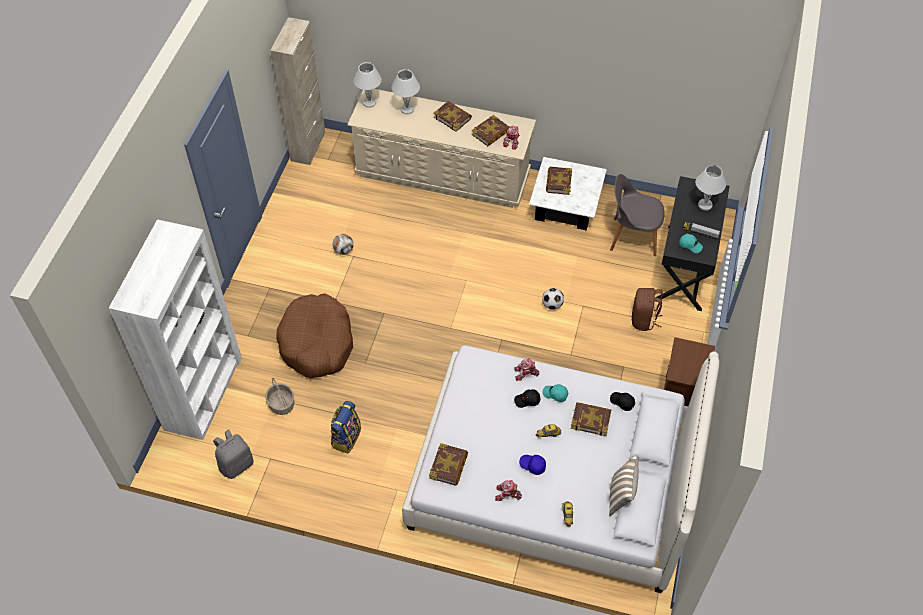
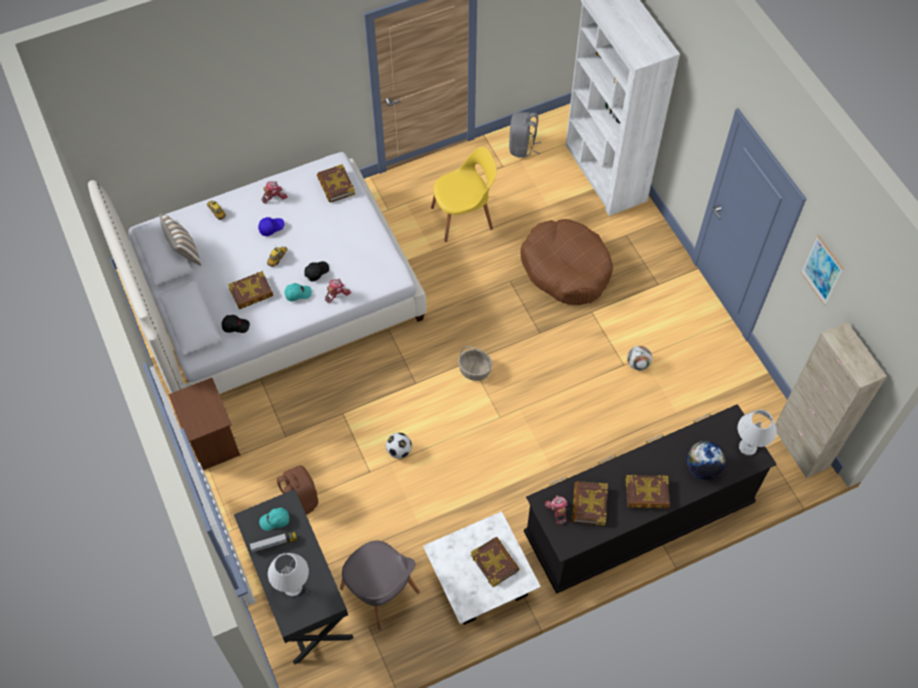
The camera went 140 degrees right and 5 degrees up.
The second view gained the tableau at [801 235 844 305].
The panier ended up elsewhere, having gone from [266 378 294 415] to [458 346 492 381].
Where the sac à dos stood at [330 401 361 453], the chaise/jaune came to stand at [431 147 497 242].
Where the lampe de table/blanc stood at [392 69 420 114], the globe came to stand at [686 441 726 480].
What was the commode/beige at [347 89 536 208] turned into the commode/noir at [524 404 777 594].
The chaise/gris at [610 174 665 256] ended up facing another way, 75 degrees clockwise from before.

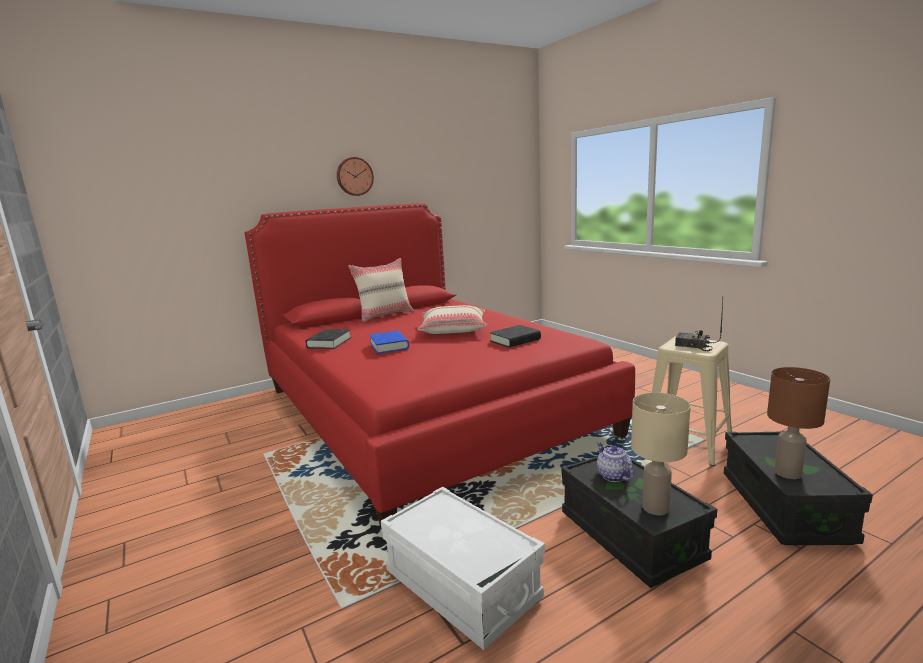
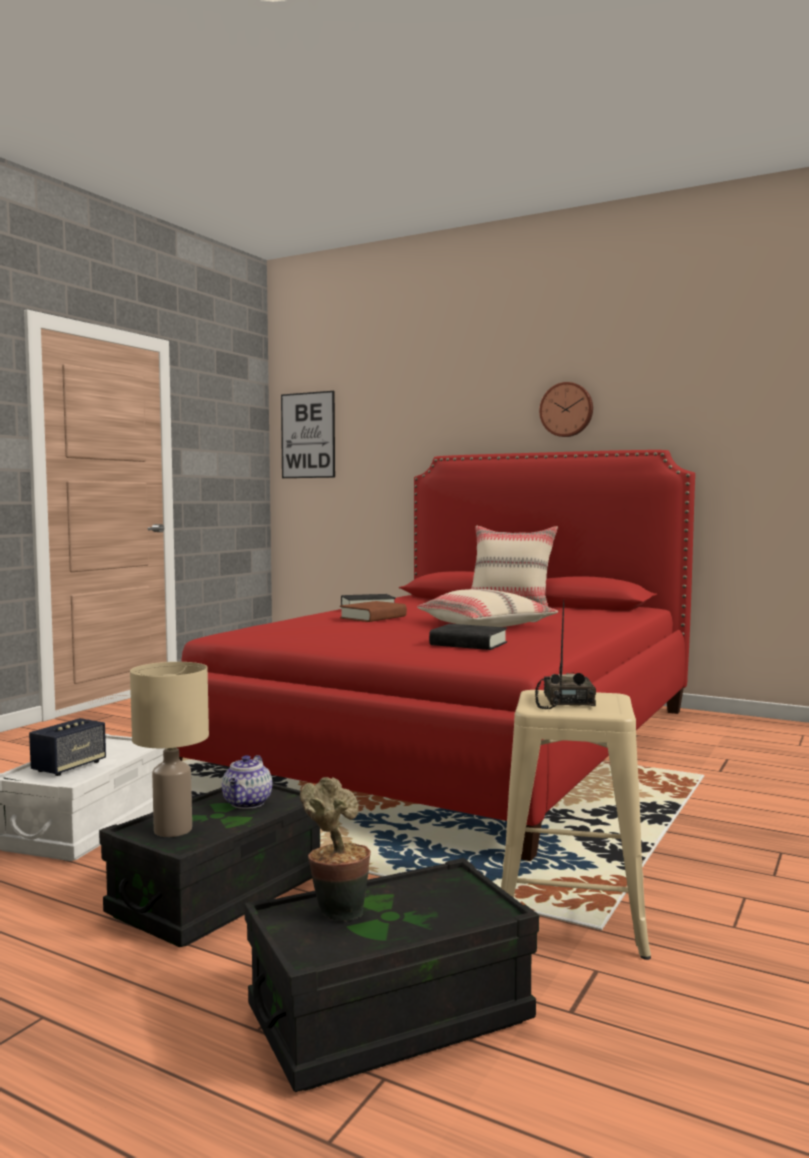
The camera went 60 degrees right and 10 degrees down.
The second view gained the enceinte at [29 718 106 776].
The second view gained the tableau at [281 391 335 478].
Where the lampe de table/marron stood at [767 367 830 479], the plante en pot came to stand at [300 777 371 922].
What was the livre/bleu at [369 331 409 354] turned into the livre/marron at [340 601 407 622].
The théière at [597 443 634 482] ended up facing another way, 150 degrees clockwise from before.

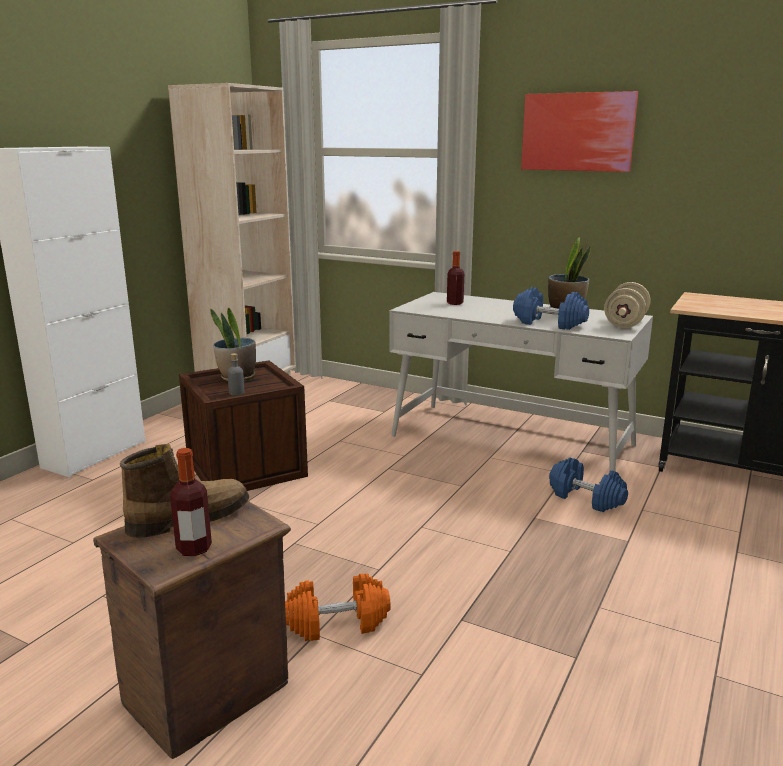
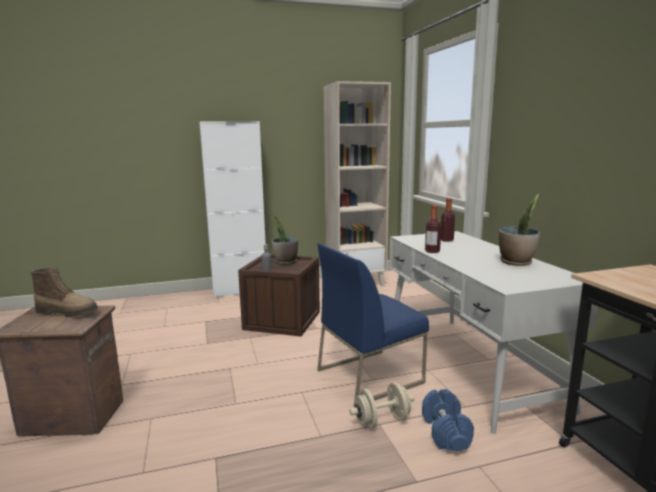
The camera went 45 degrees right and 5 degrees down.
The second view lost the haltère/orange at [285 574 391 641].
The second view lost the haltère/bleu at [513 287 589 330].
The second view lost the tableau at [521 91 638 172].
The second view gained the chaise/bleu at [317 243 429 405].
The bouteille ended up elsewhere, having gone from [170 448 212 556] to [425 205 441 253].
The haltère/beige ended up elsewhere, having gone from [604 282 651 328] to [349 382 415 429].

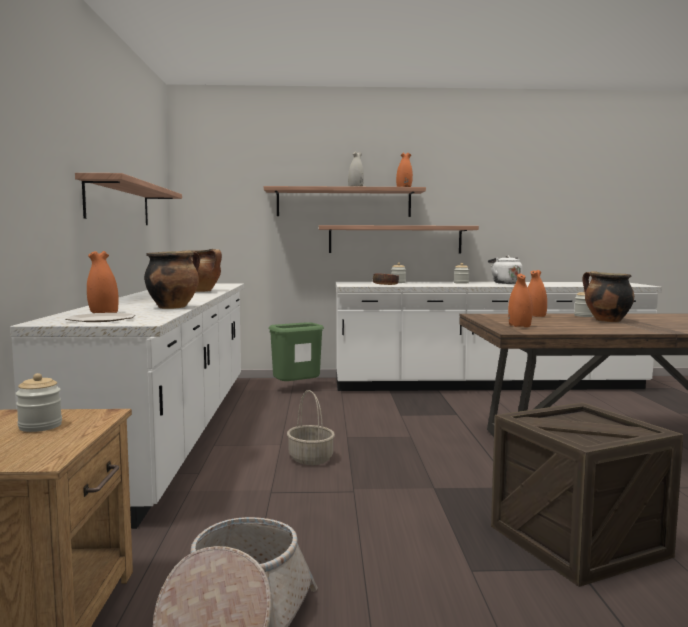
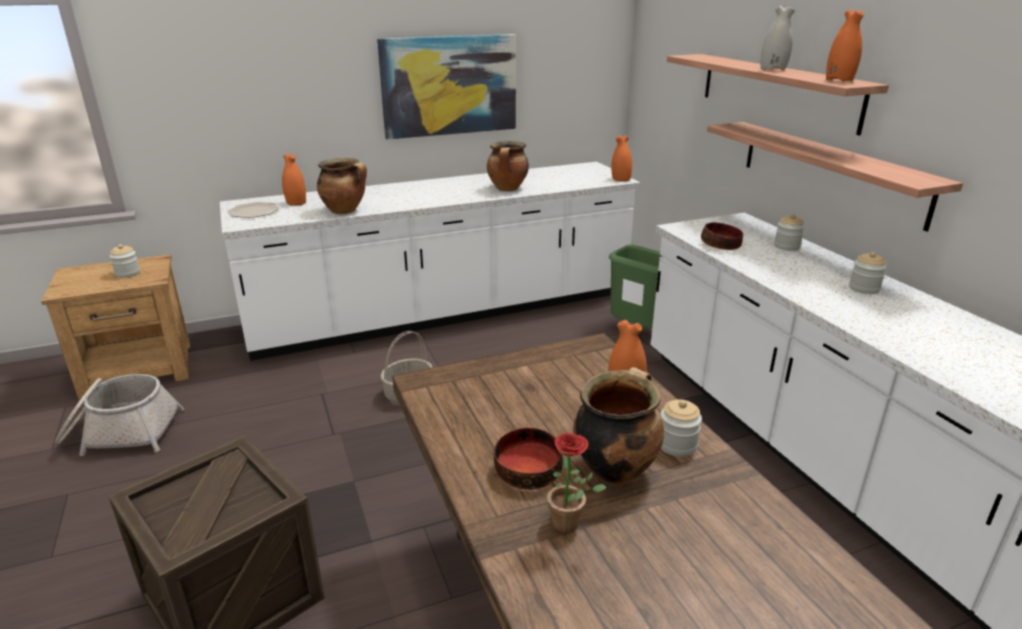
The camera went 70 degrees right and 20 degrees up.
The second view lost the bouilloire/blanc at [488 256 522 284].
The second view gained the bol at [494 428 563 490].
The second view gained the plante en pot at [545 433 606 533].
The vase/orange ended up elsewhere, having gone from [508 274 533 327] to [611 135 632 182].
Where the étagère hung at [75 173 182 225], the tableau came to hang at [377 34 516 139].

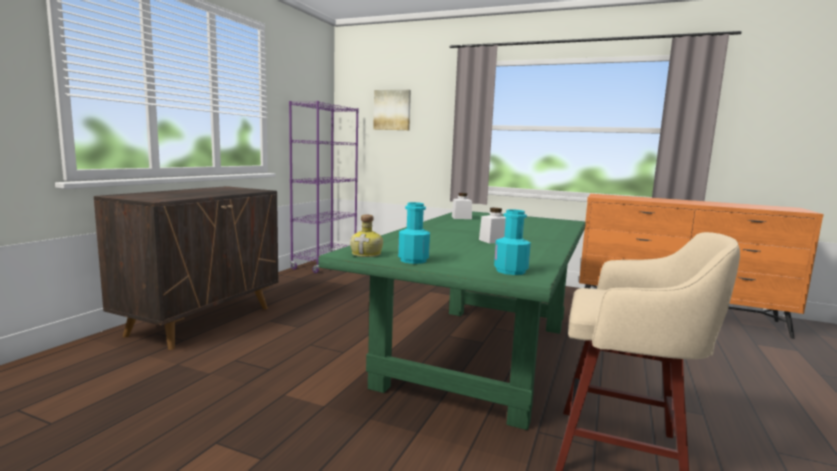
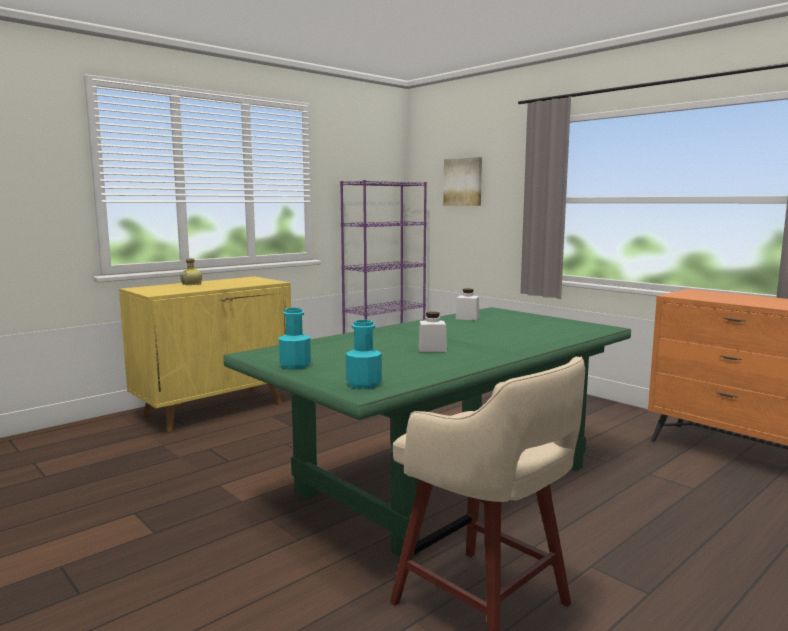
The camera went 25 degrees right and 0 degrees up.
The bouteille ended up elsewhere, having gone from [350 215 383 257] to [180 258 202 285].
What was the meuble de rangement/marron at [94 186 278 350] turned into the meuble de rangement/jaune at [119 276 291 432].

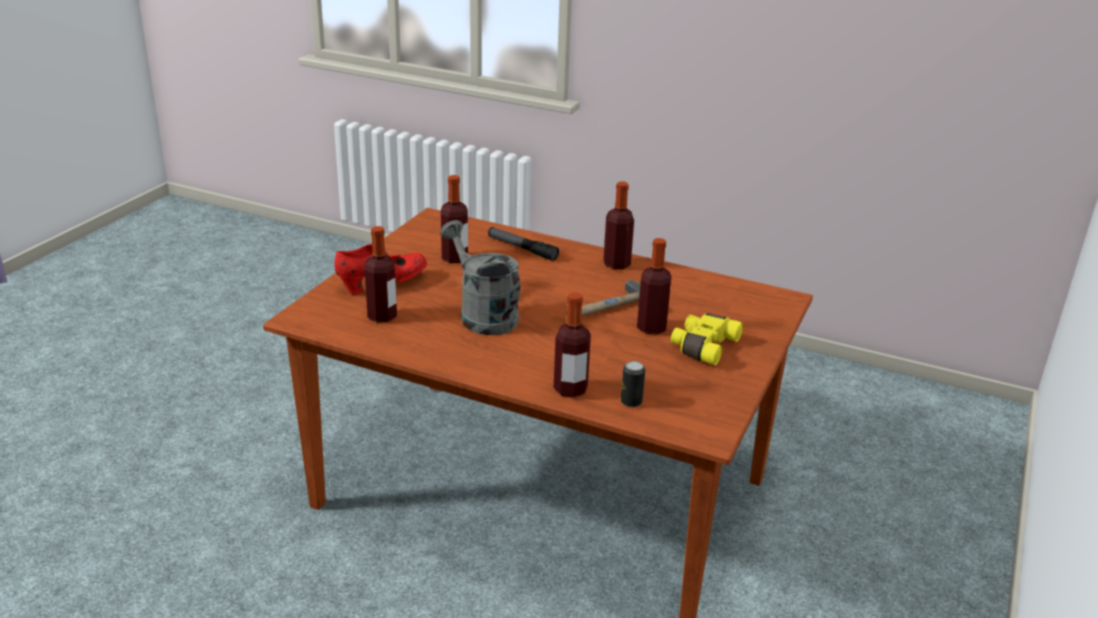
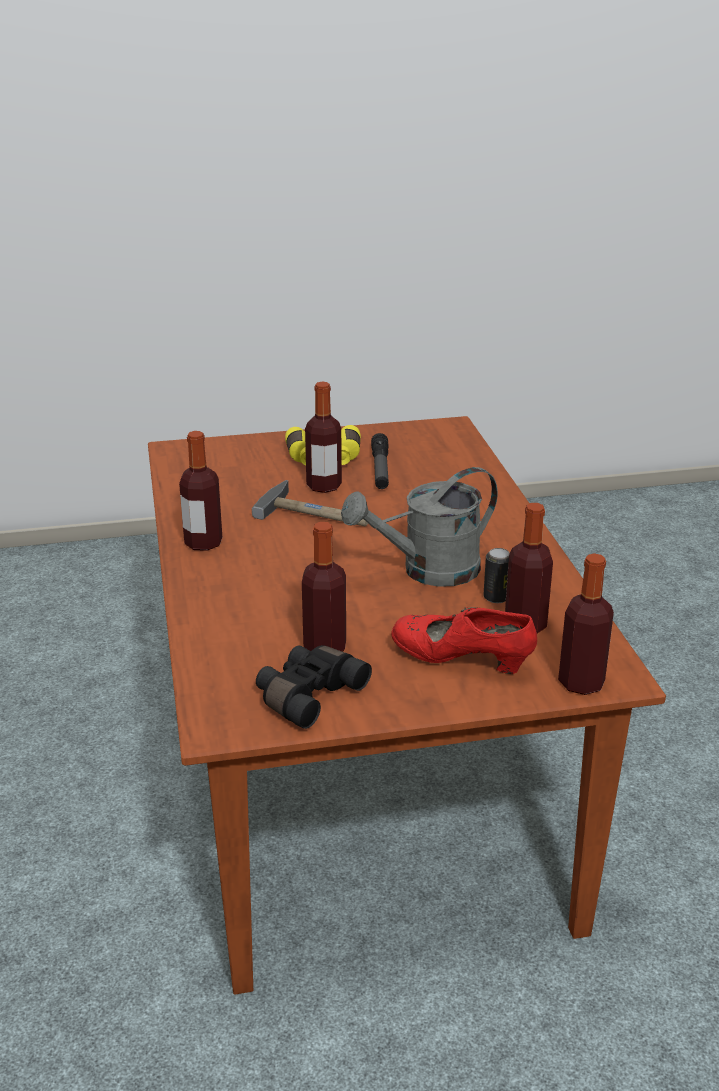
The camera went 125 degrees left and 0 degrees up.
The second view gained the jumelles/noir at [256 645 372 729].
The lampe de poche ended up elsewhere, having gone from [488 227 559 261] to [371 433 389 489].
The bouteille ended up elsewhere, having gone from [554 292 591 398] to [558 553 614 695].
The boîte métallique ended up elsewhere, having gone from [621 361 645 407] to [483 548 509 603].
The arrosoir/gris at [440 220 520 335] ended up facing another way, 45 degrees clockwise from before.

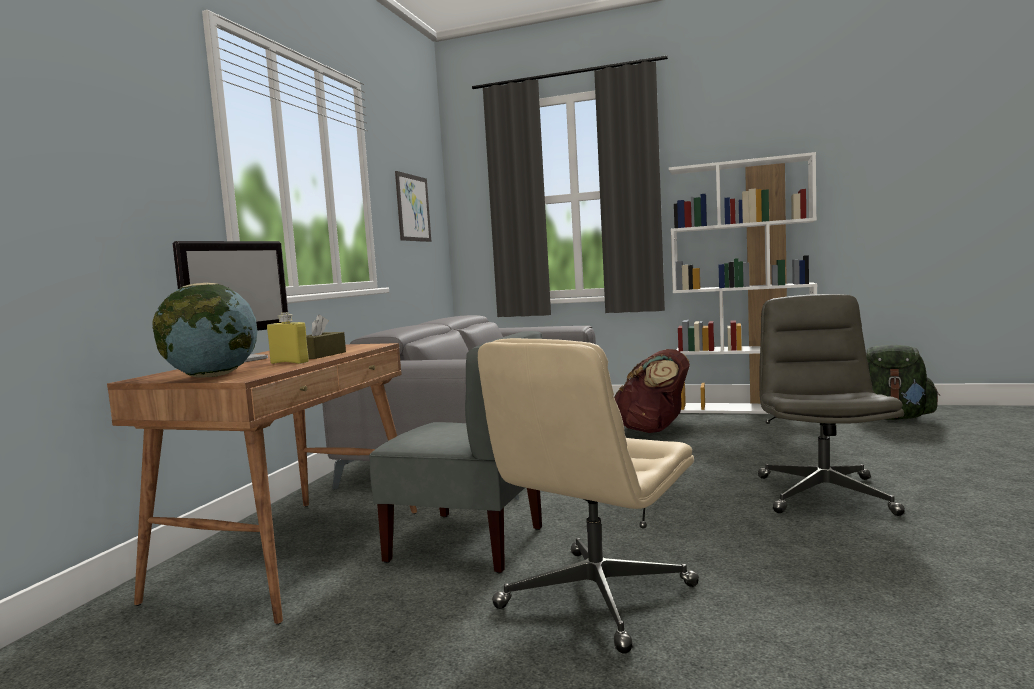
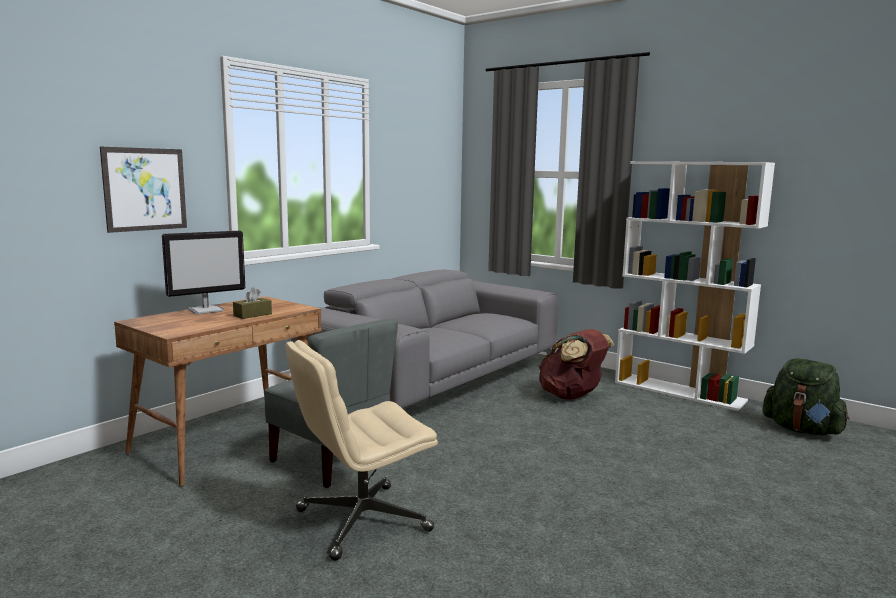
The camera went 20 degrees right and 5 degrees up.
The second view lost the globe at [152 283 257 378].
The second view lost the bouteille/jaune at [267 312 309 364].
The second view lost the chaise de bureau/gris at [758 294 905 516].
The tableau ended up elsewhere, having gone from [395 171 431 242] to [100 147 187 233].

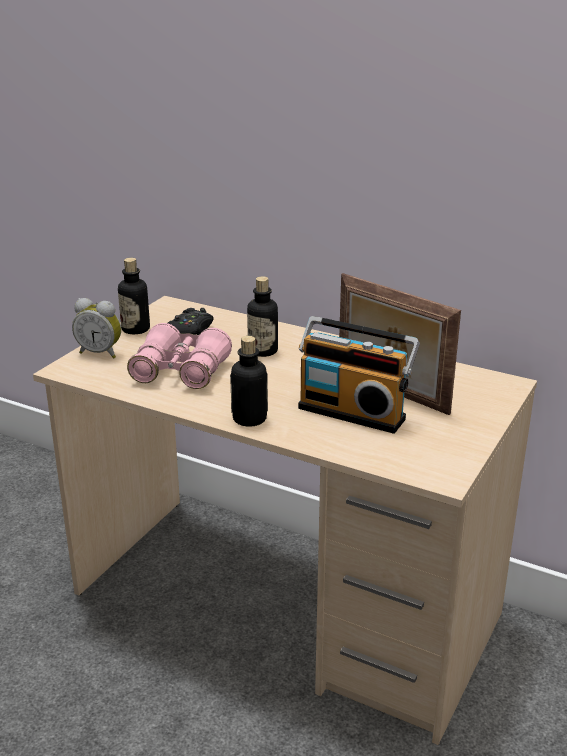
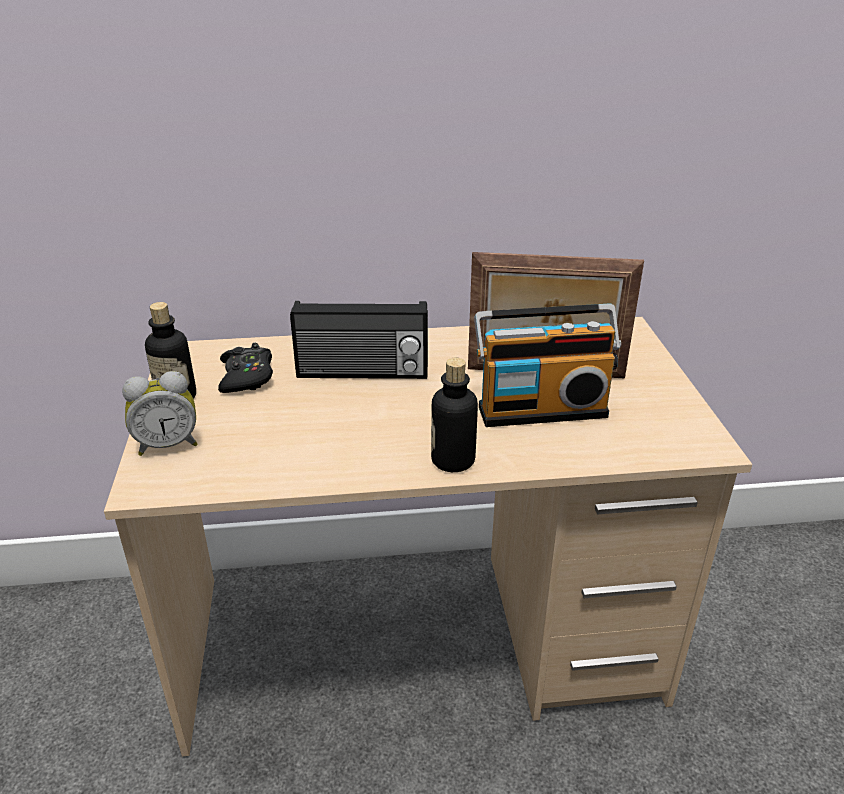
The camera went 35 degrees left and 5 degrees up.
The second view lost the jumelles/rose at [127 323 232 389].
Where the bouteille stood at [247 276 278 357], the radio came to stand at [290 301 428 379].

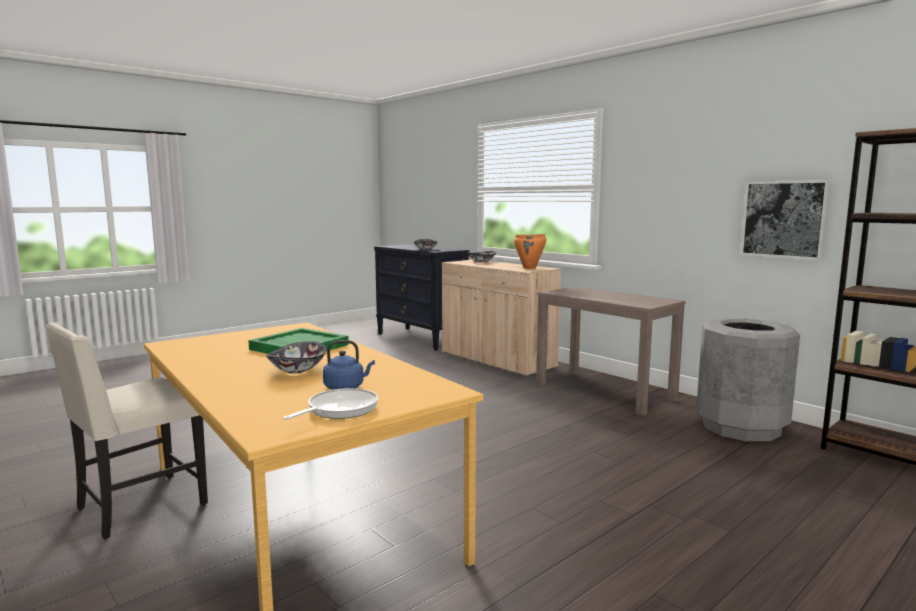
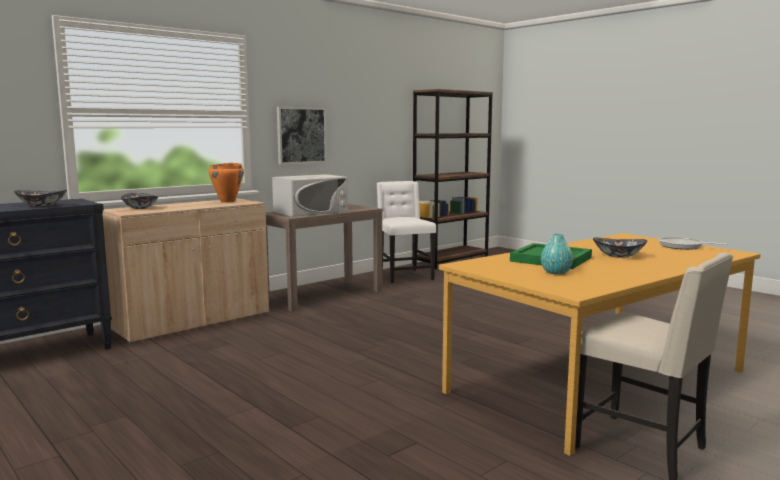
The camera went 90 degrees left and 0 degrees up.
The second view lost the bouilloire/bleu at [323 340 375 390].
The second view gained the micro-ondes/blanc at [272 174 348 217].
The second view gained the vase/turquoise at [541 234 573 275].
The tableau ended up elsewhere, having gone from [740 180 831 260] to [277 107 327 164].
Where the poubelle/gris stood at [697 318 800 441], the chaise/blanc came to stand at [376 181 436 283].

